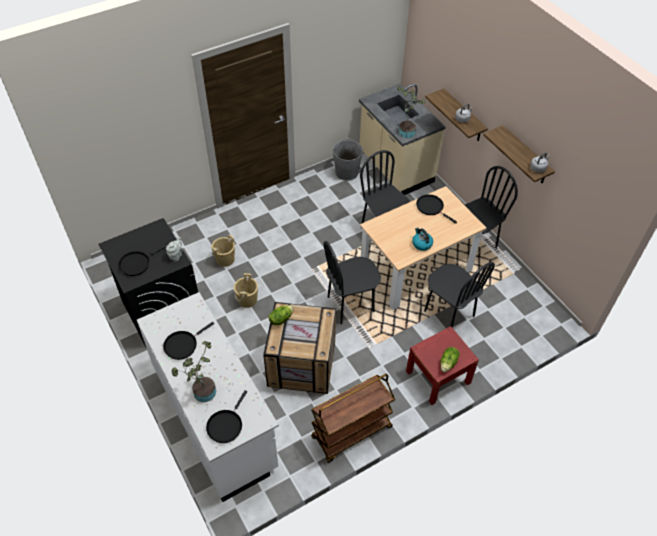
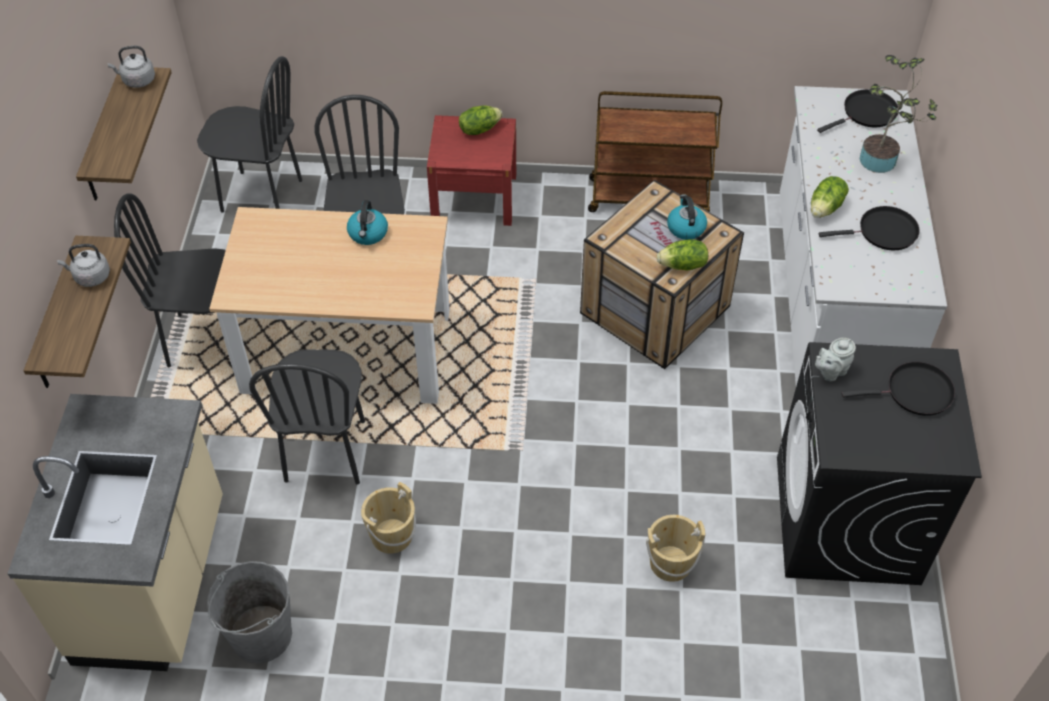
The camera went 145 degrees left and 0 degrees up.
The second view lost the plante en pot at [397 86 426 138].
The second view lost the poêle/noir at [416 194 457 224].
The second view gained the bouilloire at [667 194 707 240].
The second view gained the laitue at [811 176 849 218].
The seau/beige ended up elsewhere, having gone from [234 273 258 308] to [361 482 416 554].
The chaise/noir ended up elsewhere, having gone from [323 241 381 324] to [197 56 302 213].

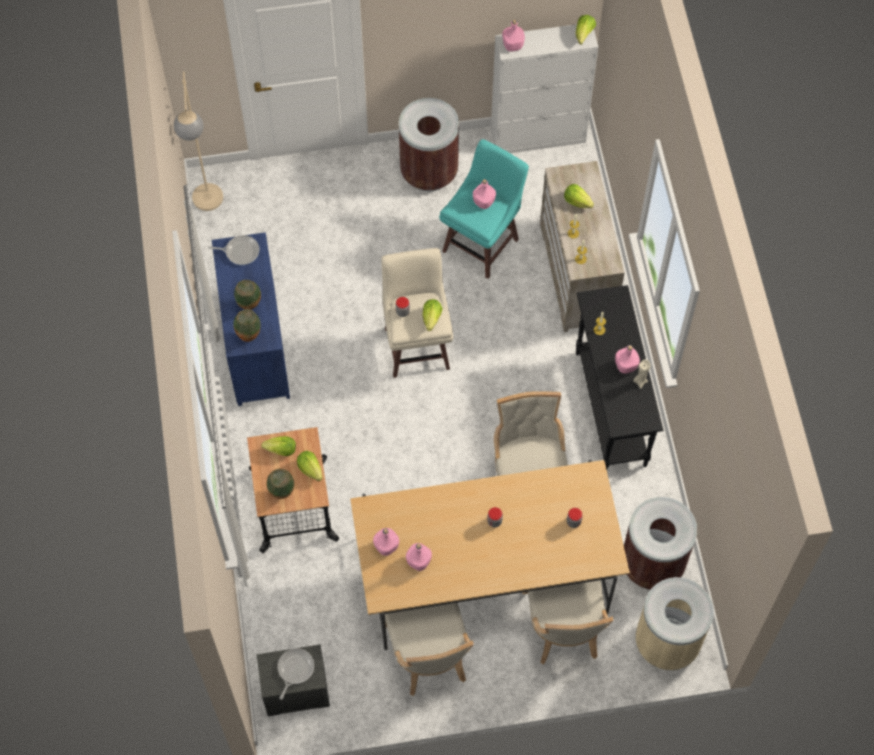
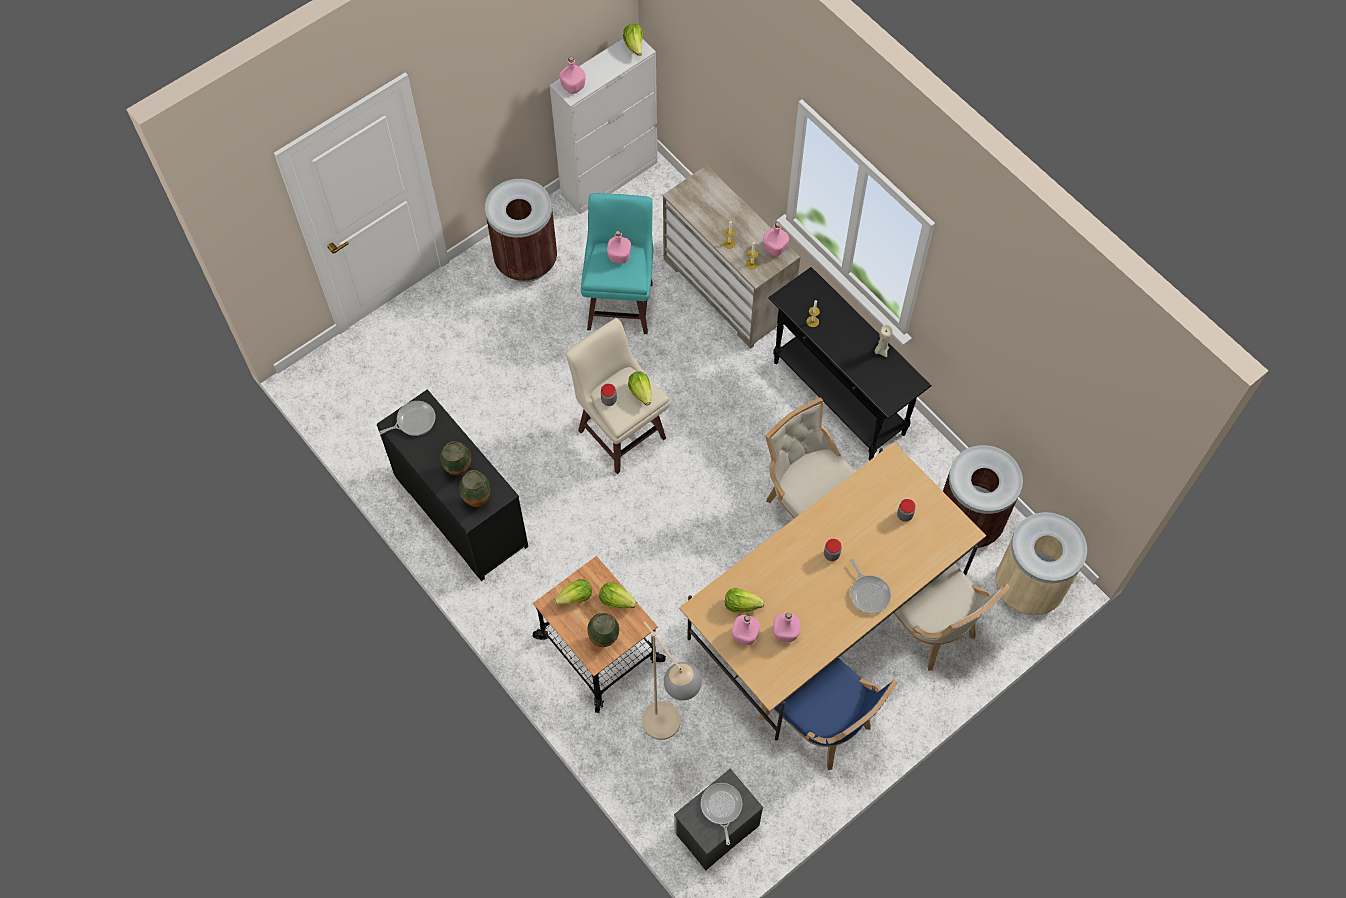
The camera went 30 degrees left and 0 degrees up.
The second view gained the poêle at [850 559 891 614].
The lampadaire/beige ended up elsewhere, having gone from [174 72 223 211] to [642 622 702 740].
The laitue ended up elsewhere, having gone from [564 184 594 208] to [725 588 765 613].
The bouteille/rose ended up elsewhere, having gone from [615 345 640 374] to [763 222 789 256].
What was the commode/bleu at [212 232 290 406] turned into the commode/noir at [377 389 528 581].
What was the chaise/beige at [385 603 474 696] turned into the chaise/bleu at [759 658 898 770].

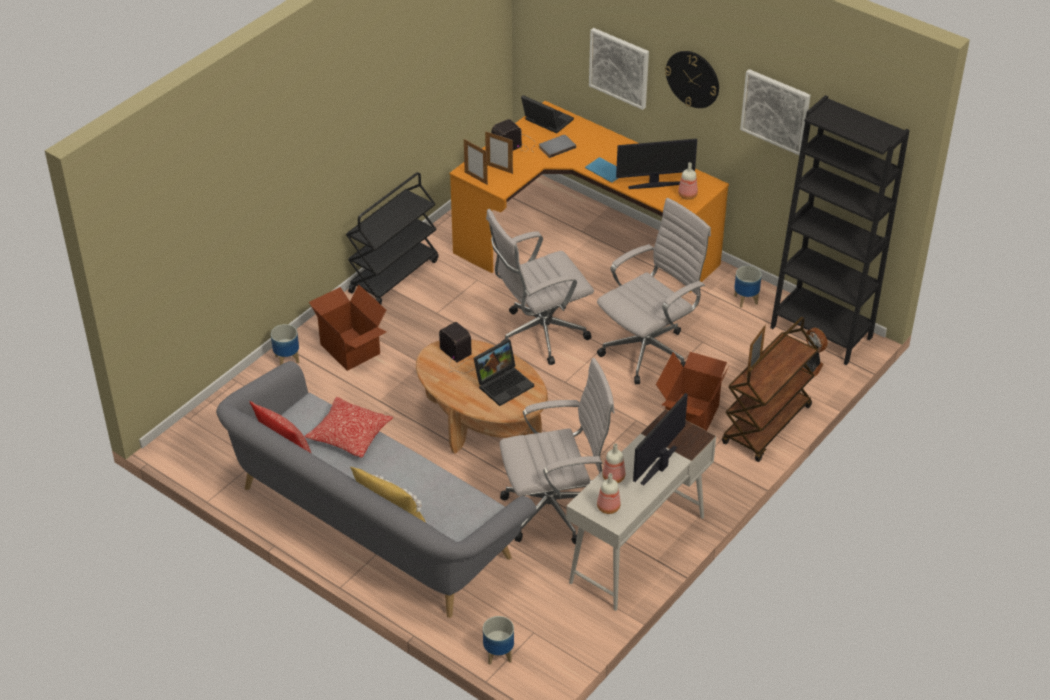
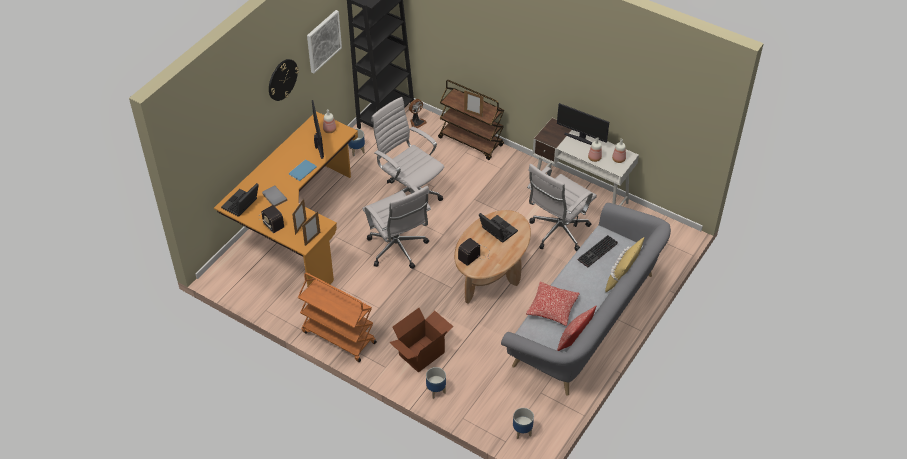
The camera went 95 degrees left and 5 degrees up.
The second view lost the tableau at [589 28 649 110].
The second view lost the carton at [656 352 729 431].
The second view gained the clavier at [578 235 618 267].
The cache-pot ended up elsewhere, having gone from [483 616 514 665] to [513 408 534 439].
What was the chariot/noir at [346 172 439 304] turned into the chariot/orange at [298 272 377 362].
The chaise de bureau/blanc at [500 358 615 544] ended up facing another way, 120 degrees counterclockwise from before.

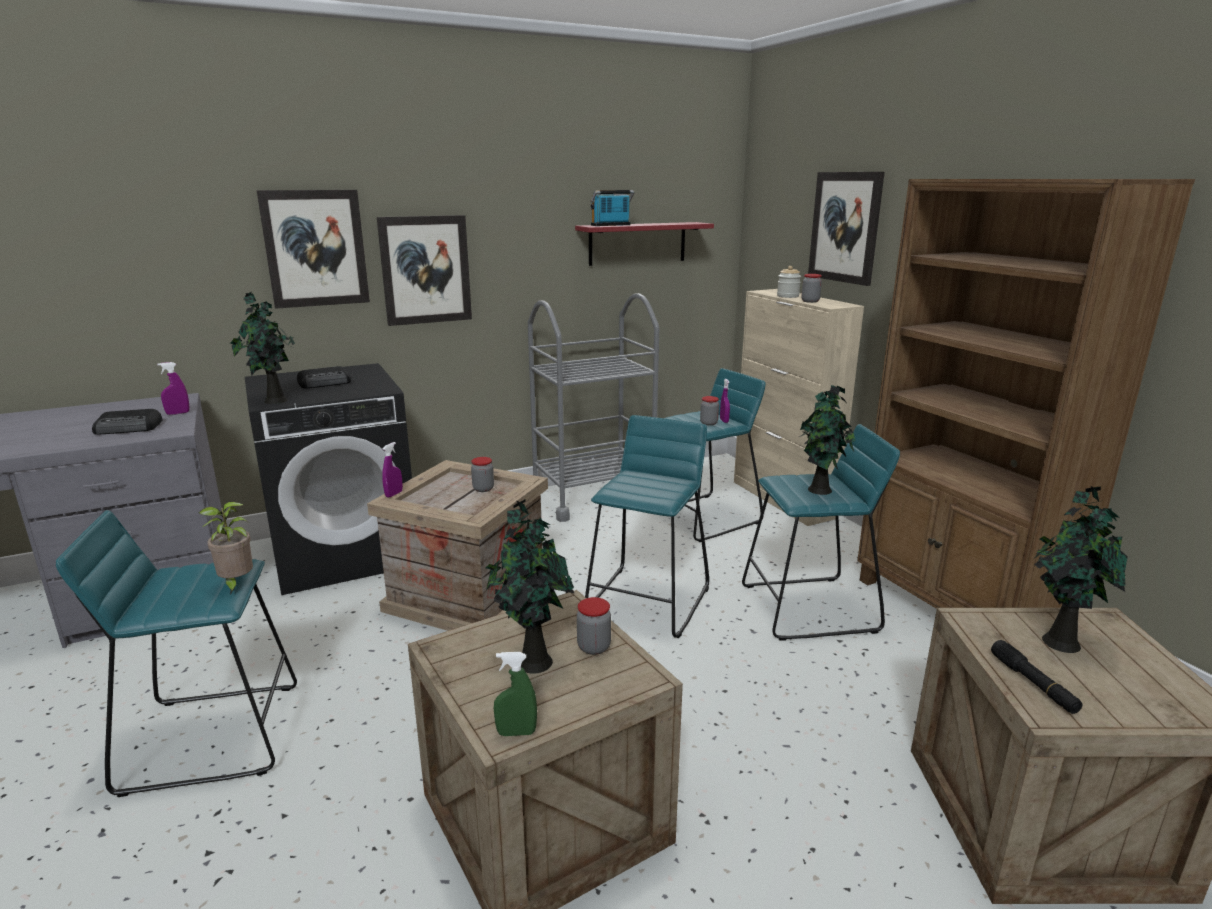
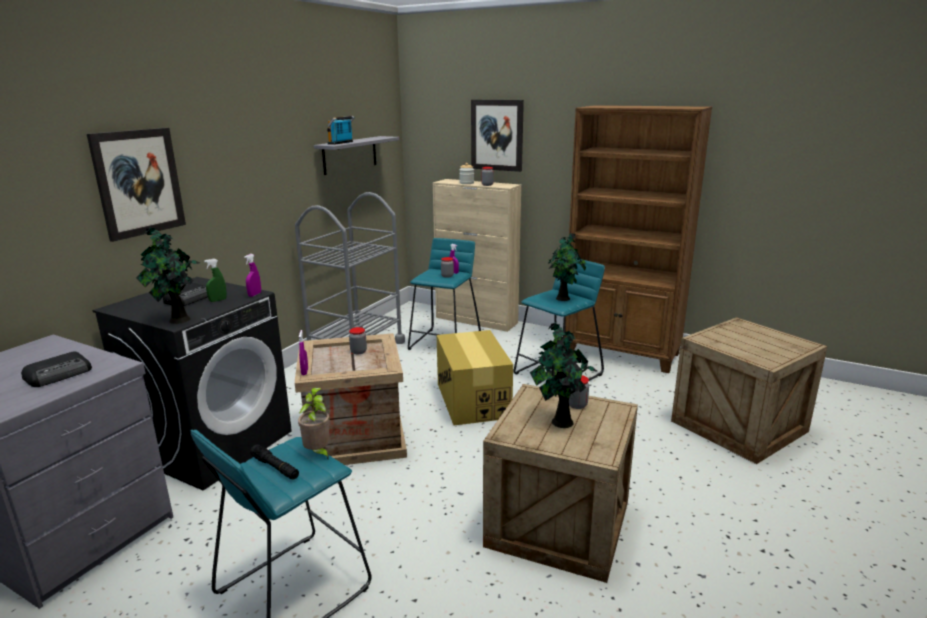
The camera went 35 degrees left and 0 degrees up.
The second view lost the tableau at [377 215 472 326].
The second view lost the plante en pot at [1034 486 1128 653].
The vaporisateur/violet ended up elsewhere, having gone from [157 362 190 415] to [244 254 261 297].
The vaporisateur/vert ended up elsewhere, having gone from [494 652 537 736] to [204 259 227 302].
The lampe de poche/noir ended up elsewhere, having gone from [991 640 1082 714] to [250 444 299 480].
Where the tabouret/turquoise stood at [585 415 709 638], the carton came to stand at [437 330 513 425].
What was the étagère/rouge at [575 222 714 266] turned into the étagère/gris at [314 136 399 175].

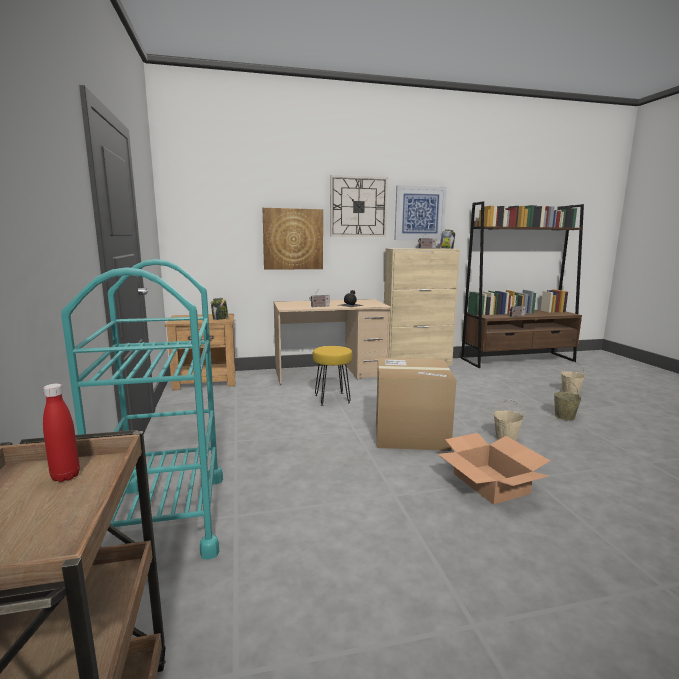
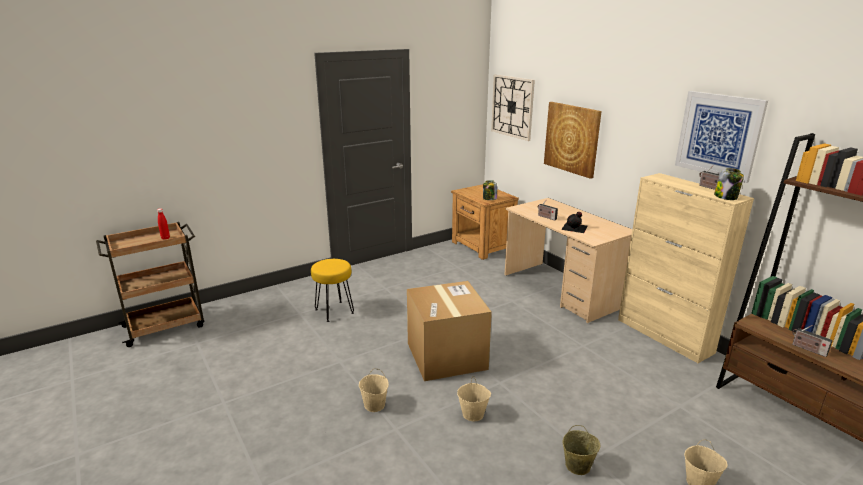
The camera went 70 degrees right and 10 degrees up.
The second view lost the chariot/turquoise at [61 259 223 559].
The tabouret/jaune ended up elsewhere, having gone from [312 346 353 406] to [311 259 354 322].
The horloge murale ended up elsewhere, having gone from [330 175 388 237] to [491 74 535 141].
Where the carton stood at [438 433 550 504], the seau/beige came to stand at [359 369 389 412].

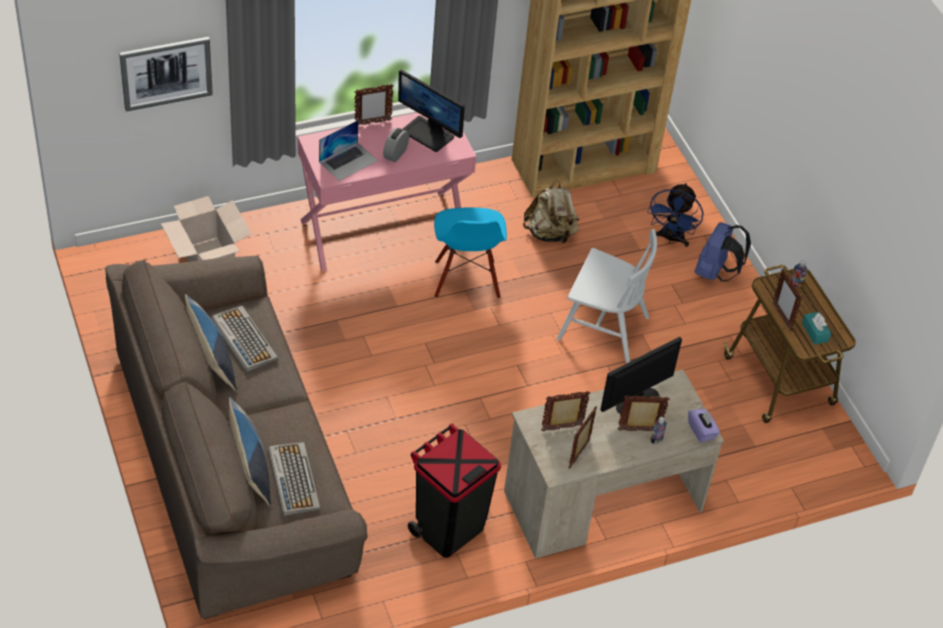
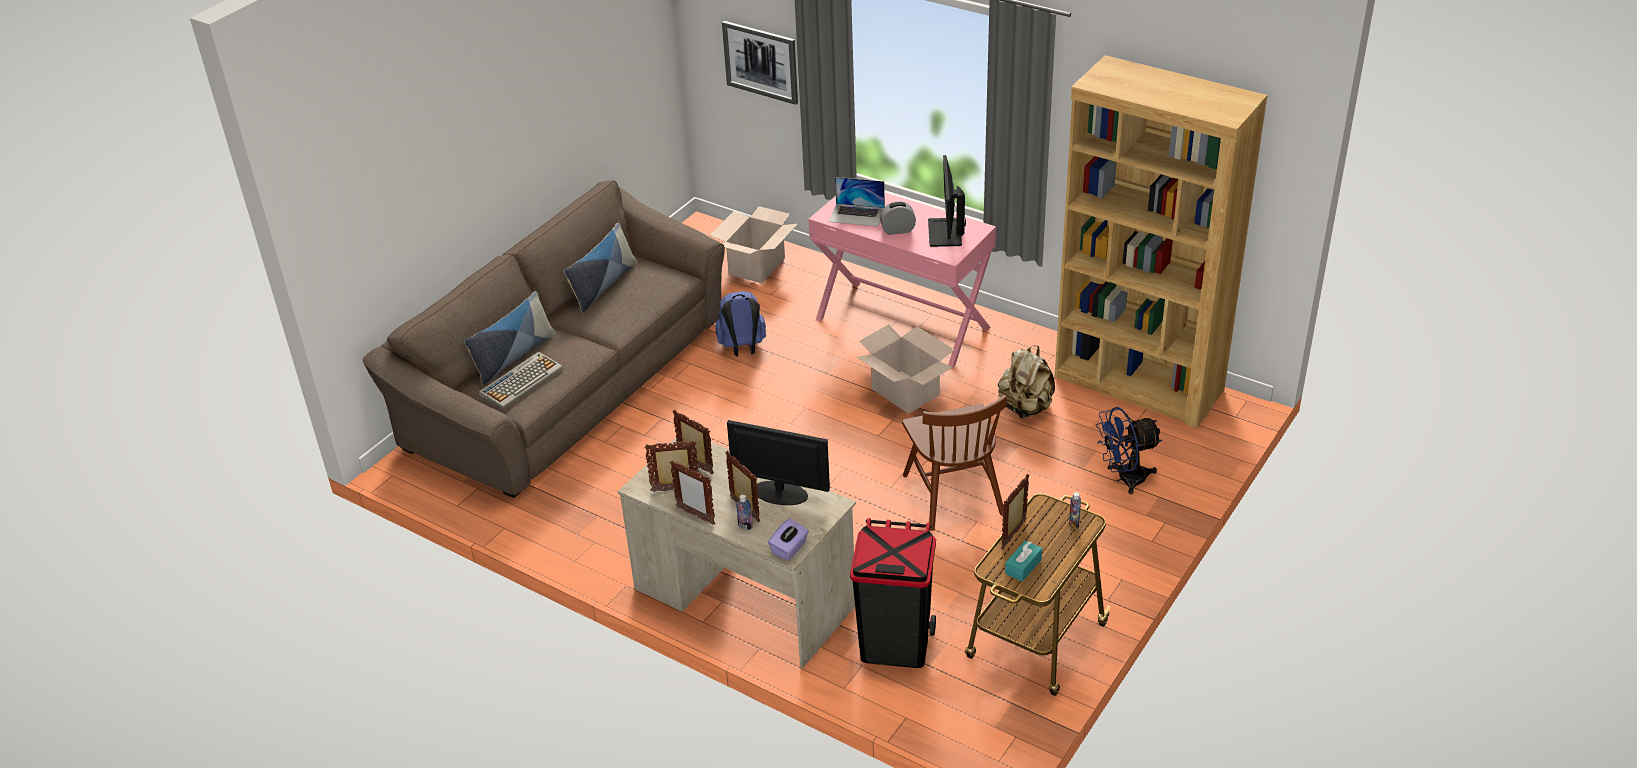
The camera went 60 degrees right and 10 degrees down.
The second view lost the clavier at [212 306 278 372].
The cadre photo ended up elsewhere, having gone from [355 84 394 125] to [670 460 716 525].
The poubelle/noir ended up elsewhere, having gone from [408 423 501 558] to [850 518 936 668].
The sac à dos/bleu ended up elsewhere, having gone from [695 222 751 281] to [715 291 766 356].
Where the chaise/bleu stood at [434 208 507 299], the carton came to stand at [857 324 954 414].
What was the chaise/blanc at [557 229 657 363] turned into the chaise/marron at [902 395 1007 531].

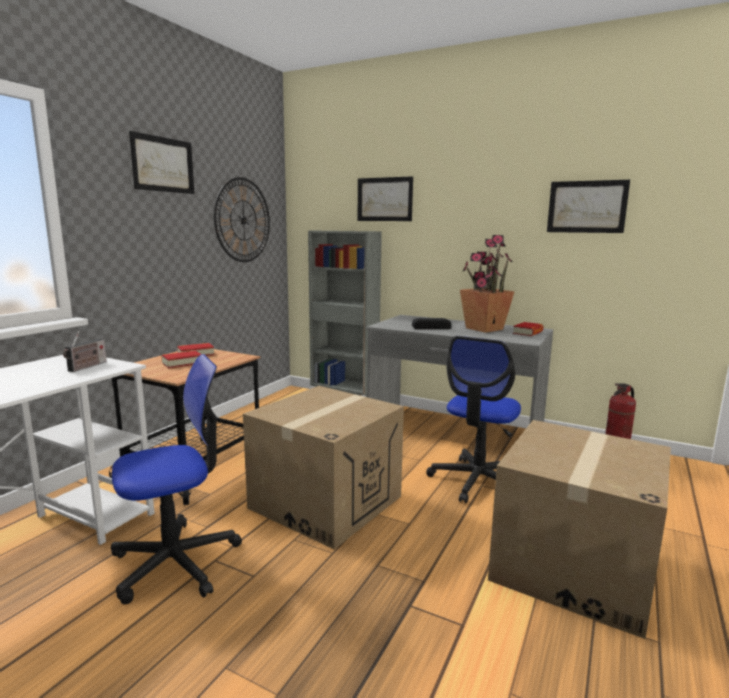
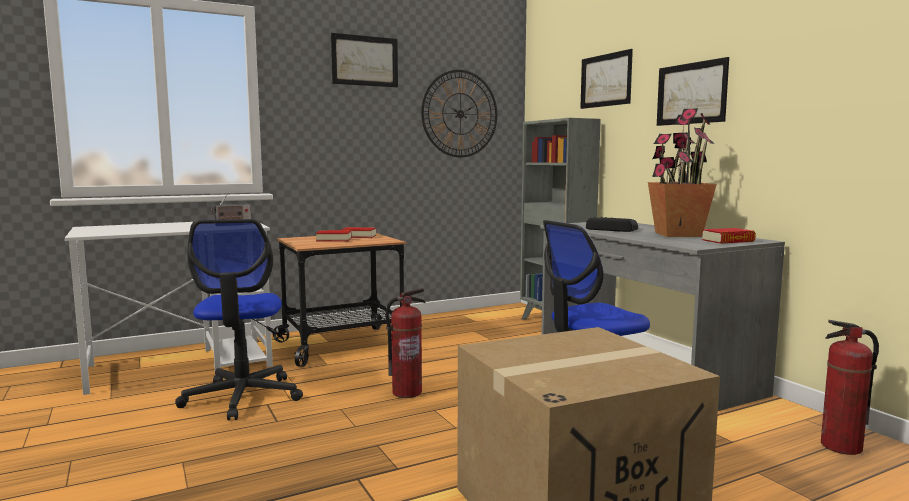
The camera went 35 degrees right and 5 degrees down.
The tableau ended up elsewhere, having gone from [547 180 630 233] to [657 57 729 126].
Where the carton stood at [243 386 404 549], the extincteur came to stand at [385 288 425 398].
The chaise de bureau at [111 354 242 604] ended up facing another way, 75 degrees clockwise from before.

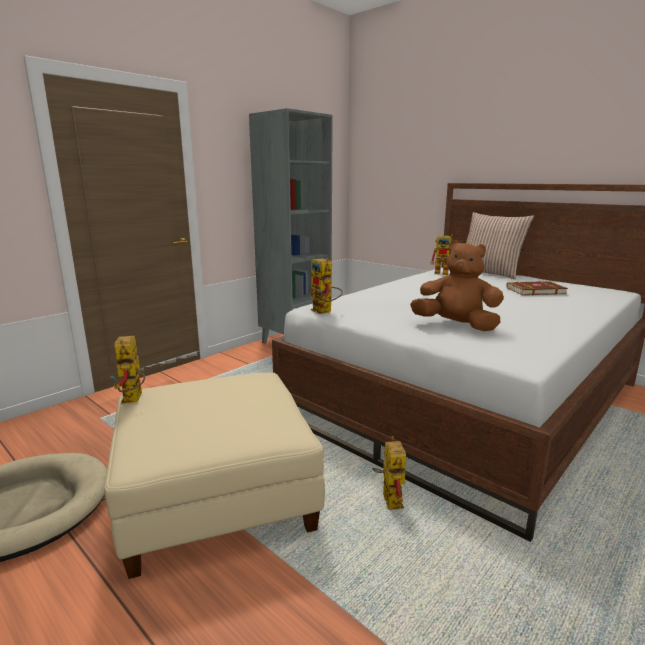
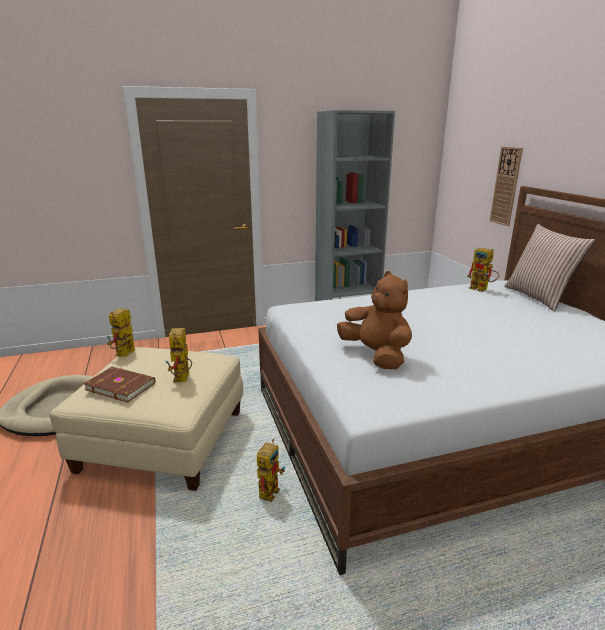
The camera went 30 degrees right and 5 degrees up.
The second view gained the horloge murale at [490 147 523 226].
The robot jouet ended up elsewhere, having gone from [310 258 343 314] to [166 328 192 383].
The livre/marron ended up elsewhere, having gone from [506 281 568 295] to [83 367 155 403].

